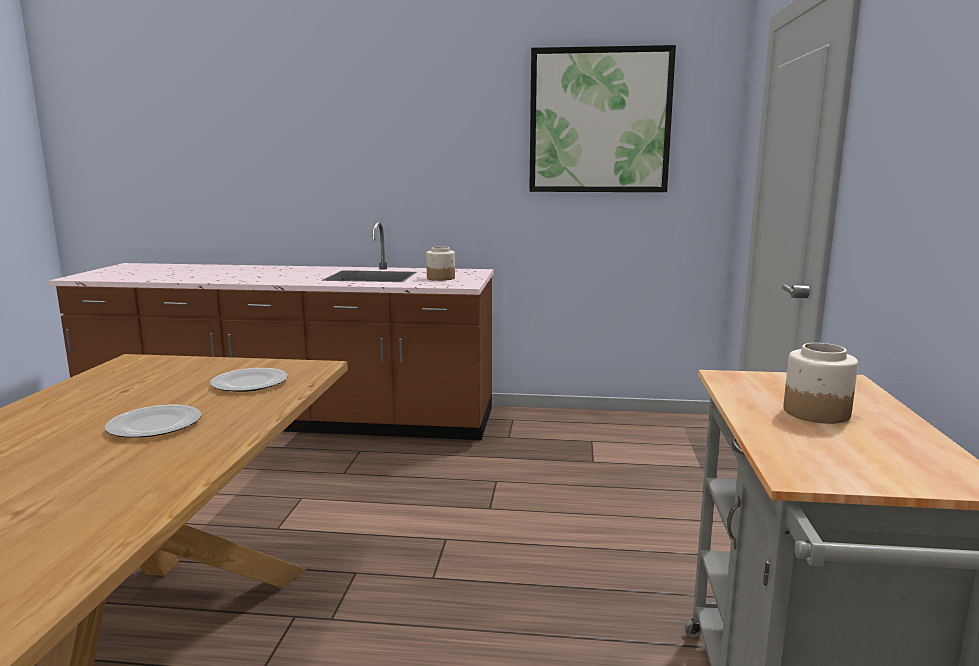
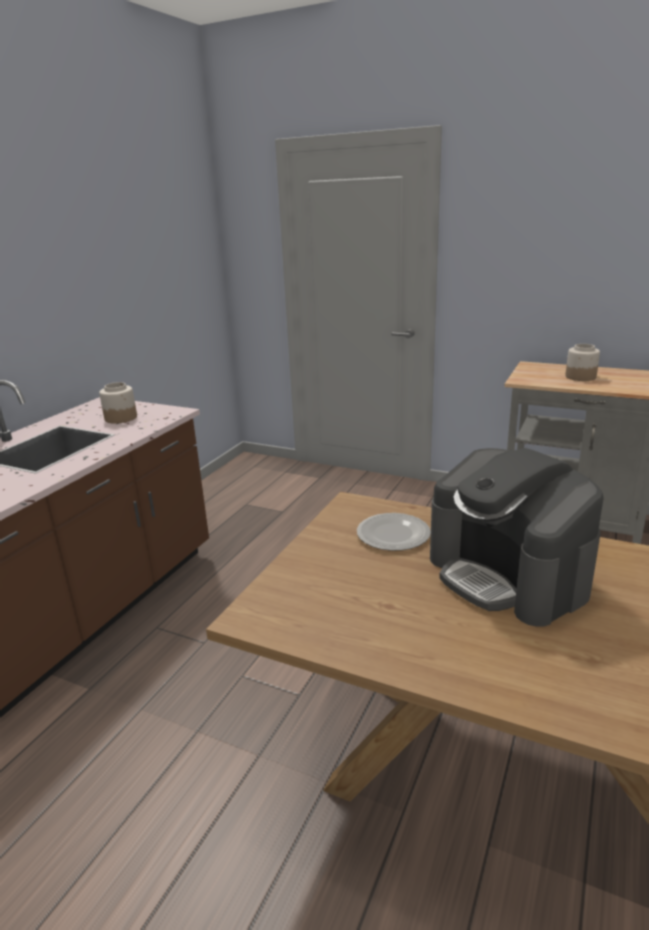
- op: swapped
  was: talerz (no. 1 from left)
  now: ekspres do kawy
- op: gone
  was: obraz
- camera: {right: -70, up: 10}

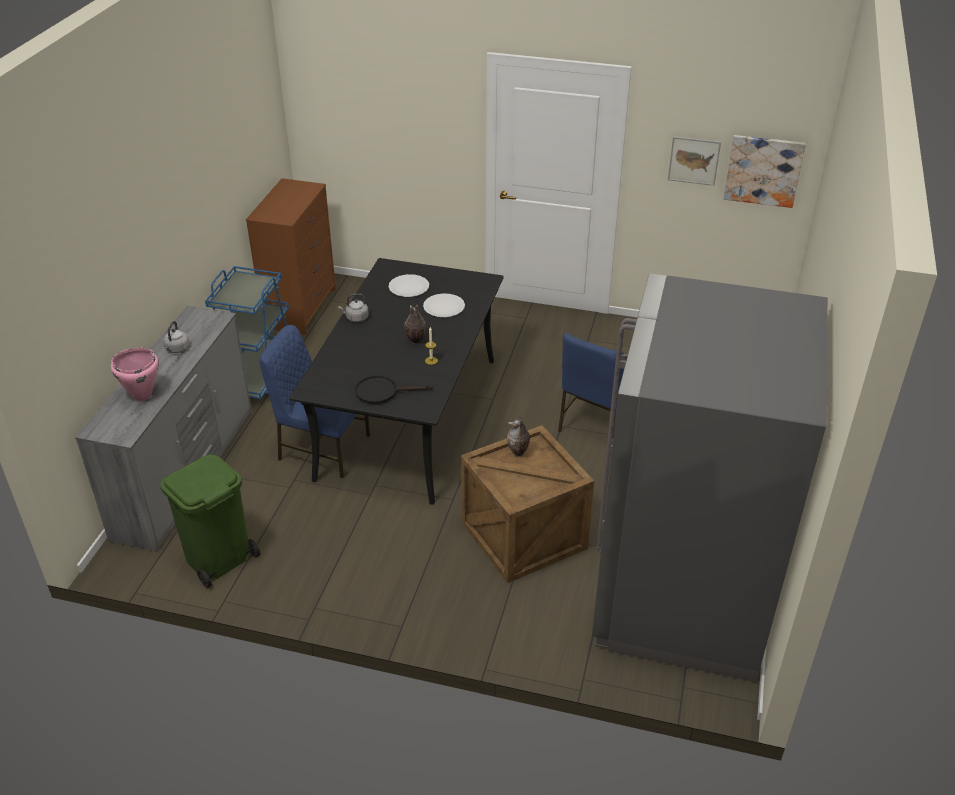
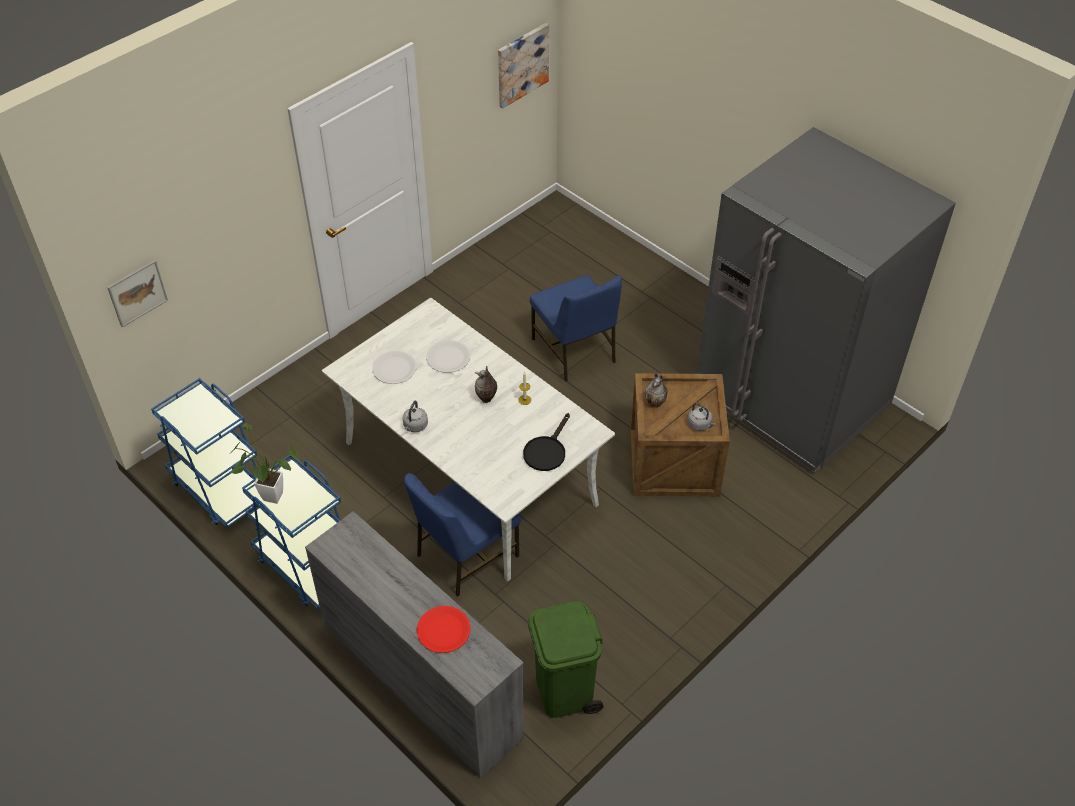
- op: shifted
  was: obraz (no. 1 from left)
- op: swapped
  was: komoda (brązowy)
  now: wózek (niebieski) (no. 1 from left)
- op: new
  now: roślina doniczkowa
- op: repainted
  was: stół jadalny (czarny)
  now: stół jadalny (biały)
- op: swapped
  was: garnek (różowy)
  now: talerz (czerwony)
- op: shifted
  was: czajnik (szary) (no. 1 from left in the first image)
  now: czajnik (szary) (no. 2 from left)
- camera: {right: -60, up: 10}

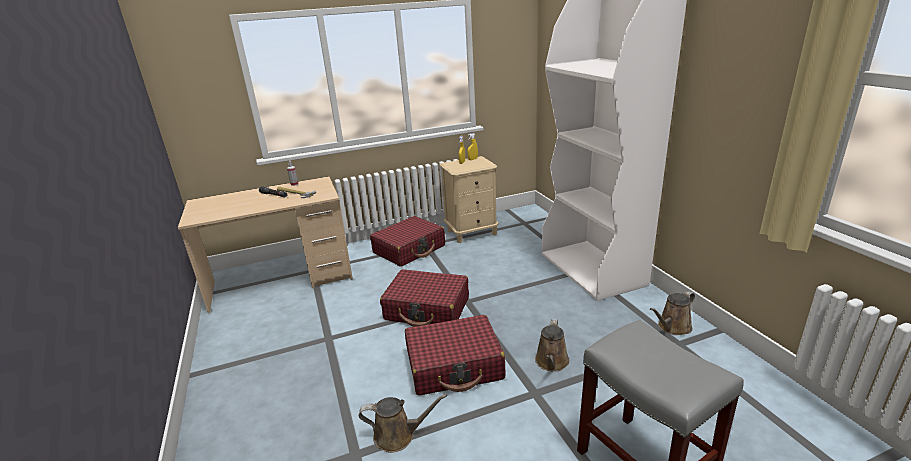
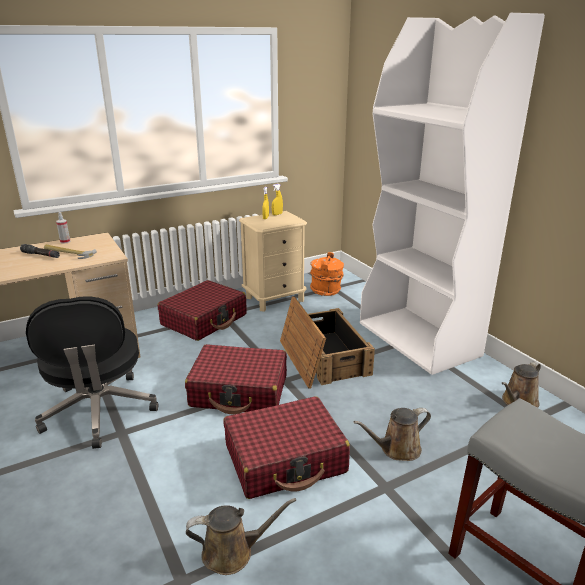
- op: new
  now: krzesło biurowe (czarny)
- op: new
  now: skrzynka
- op: new
  now: wiadro (pomarańczowy)
- op: rotated
  was: konewka (brązowy) (no. 2 from left)
  clockwise: 60
- camera: {right: -10, up: 0}

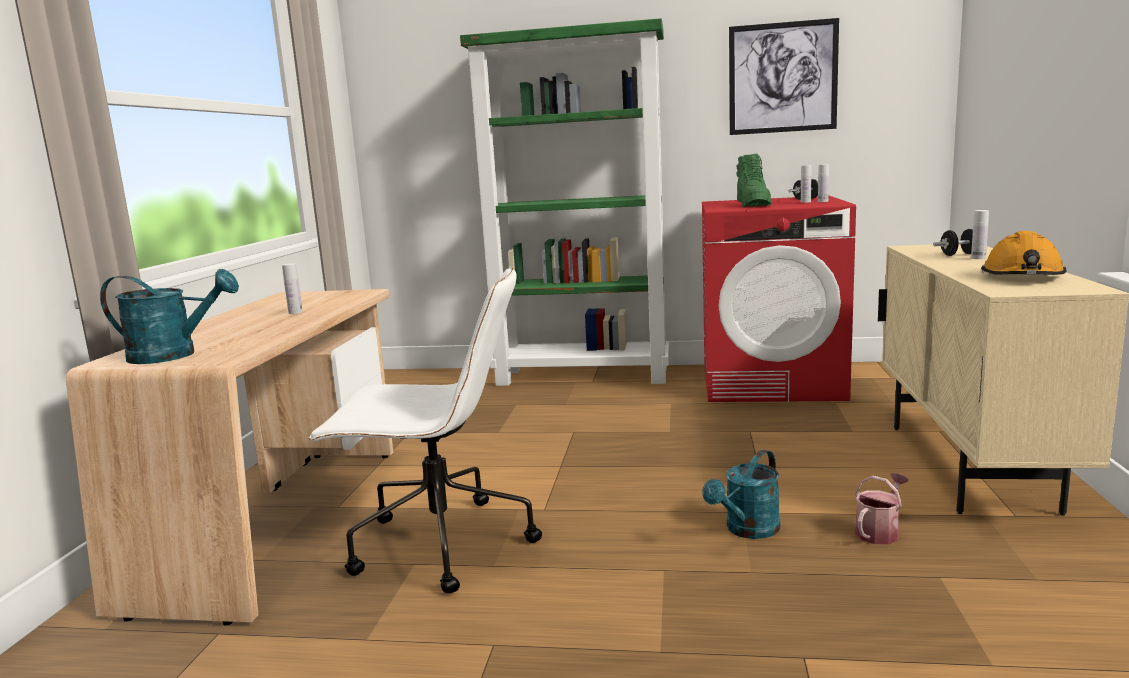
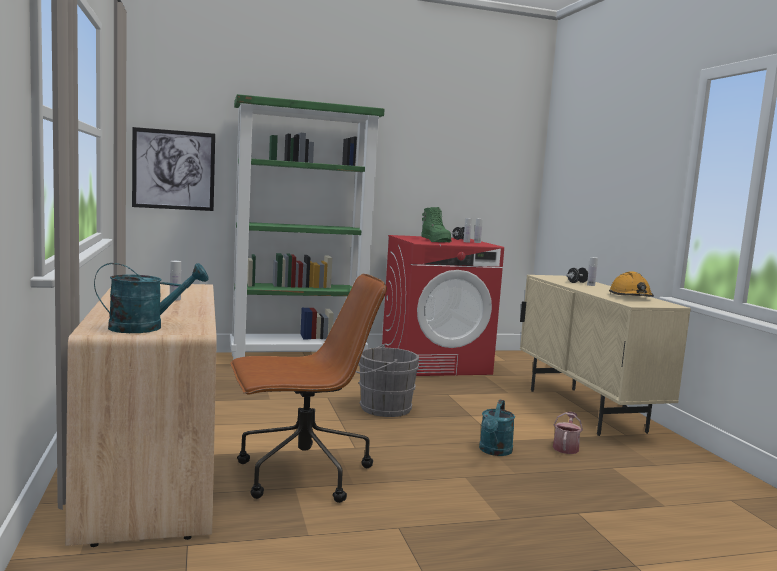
- op: shifted
  was: obraz
- op: repainted
  was: krzesło biurowe (biały)
  now: krzesło biurowe (brązowy)
- op: new
  now: wiadro (szary)
- camera: {right: -25, up: -5}

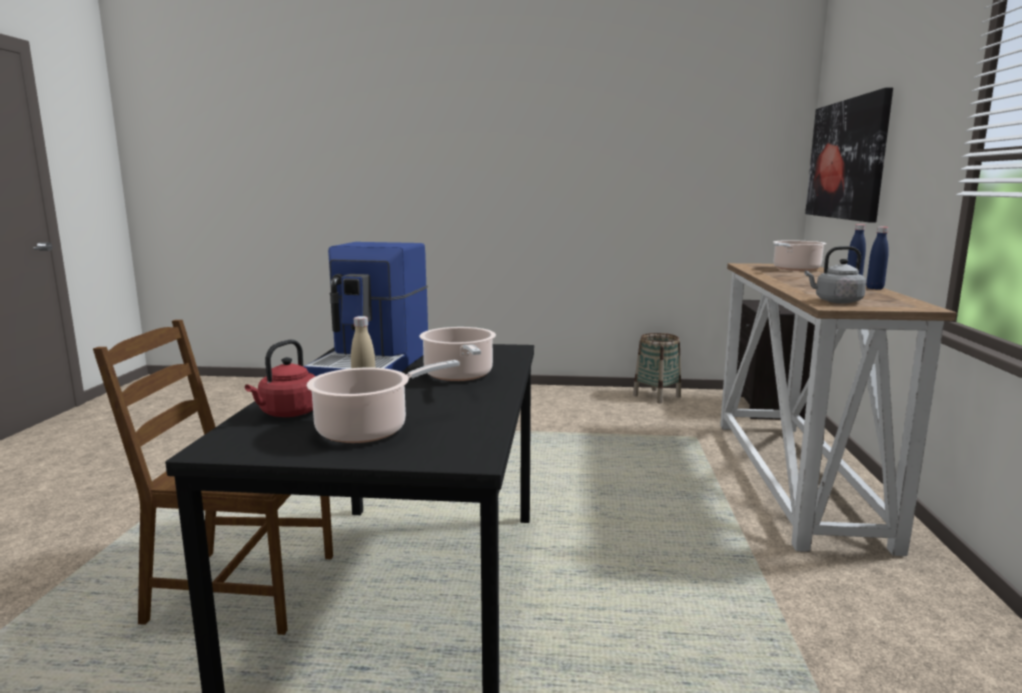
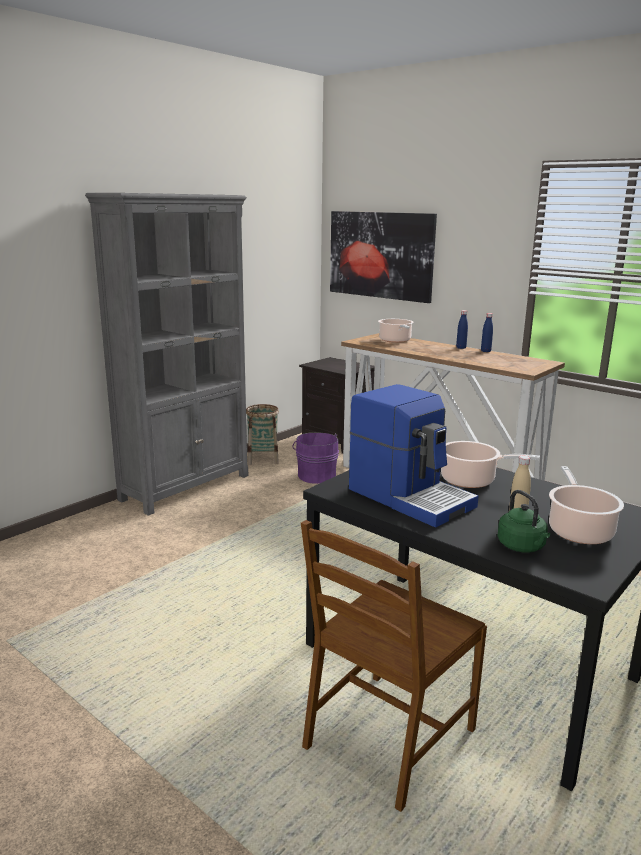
- op: new
  now: regał (szary)
- op: new
  now: wiadro (fioletowy)
- op: repainted
  was: czajnik (czerwony)
  now: czajnik (zielony)
- op: gone
  was: czajnik (szary)
- camera: {right: -55, up: 5}

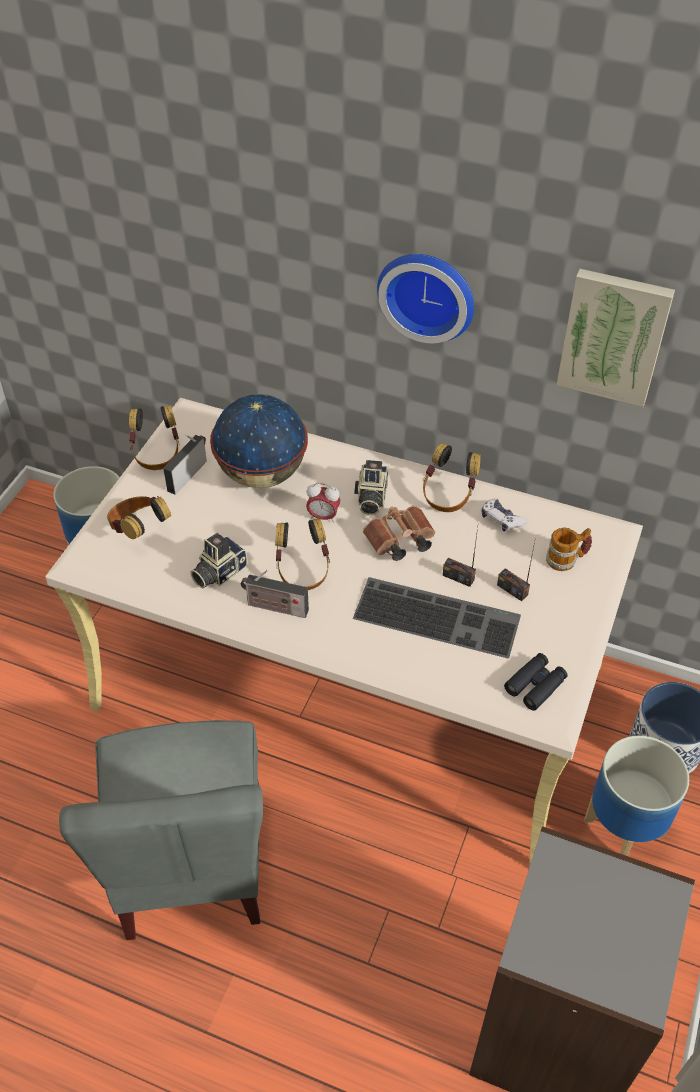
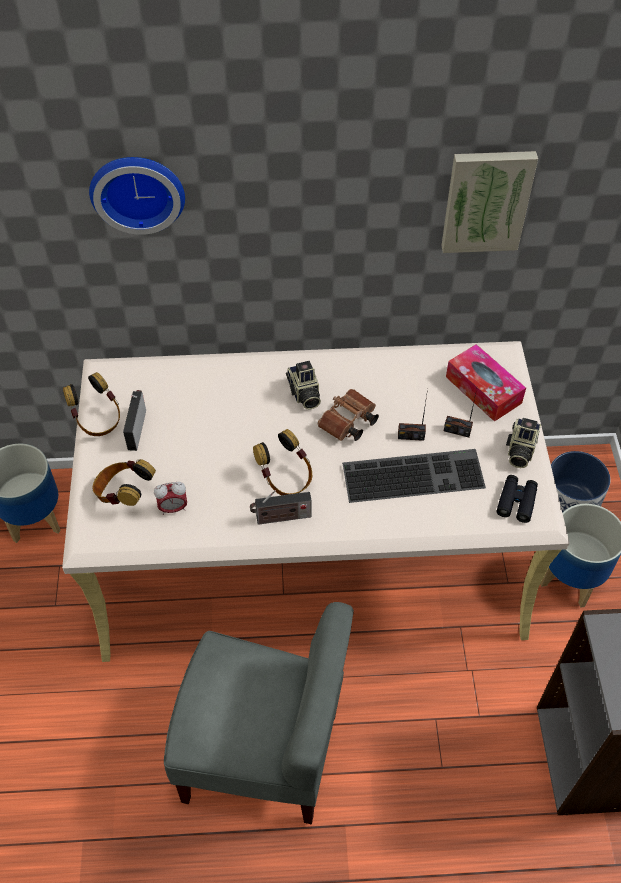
- op: shifted
  was: zegar ścienny
- op: shifted
  was: budzik
- op: rotated
  was: krzesło (szary)
  clockwise: -45
- op: swapped
  was: kubek
  now: pudełko chusteczek
- op: shifted
  was: aparat fotograficzny (no. 1 from left in the first image)
  now: aparat fotograficzny (no. 2 from left)
- op: gone
  was: globus
- op: gone
  was: słuchawki (no. 4 from left)
- op: gone
  was: pad do gier
- camera: {right: -25, up: 5}

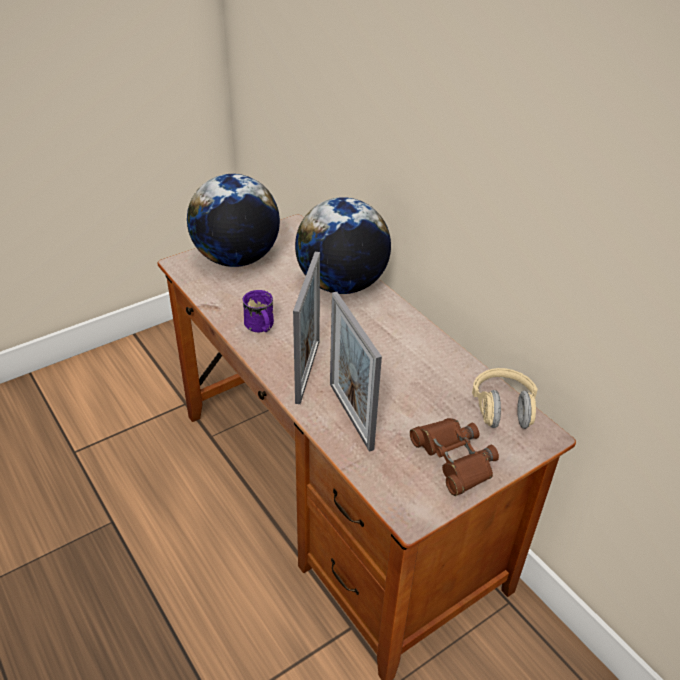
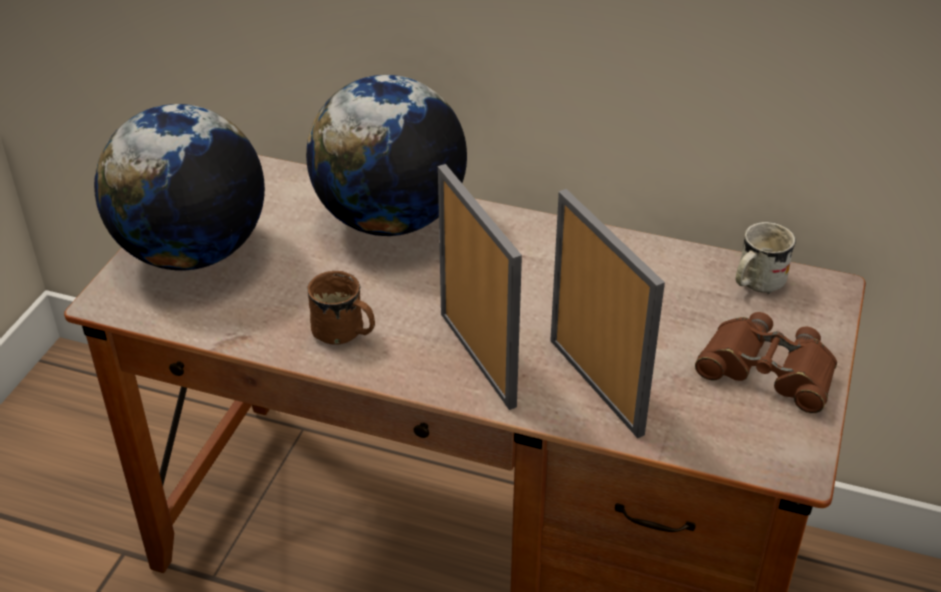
- op: repainted
  was: kubek (fioletowy)
  now: kubek (brązowy)
- op: rotated
  was: ramka na zdjęcie (no. 2 from left)
  clockwise: -150
- op: swapped
  was: słuchawki (beżowy)
  now: kubek (biały)
- camera: {right: -35, up: 0}

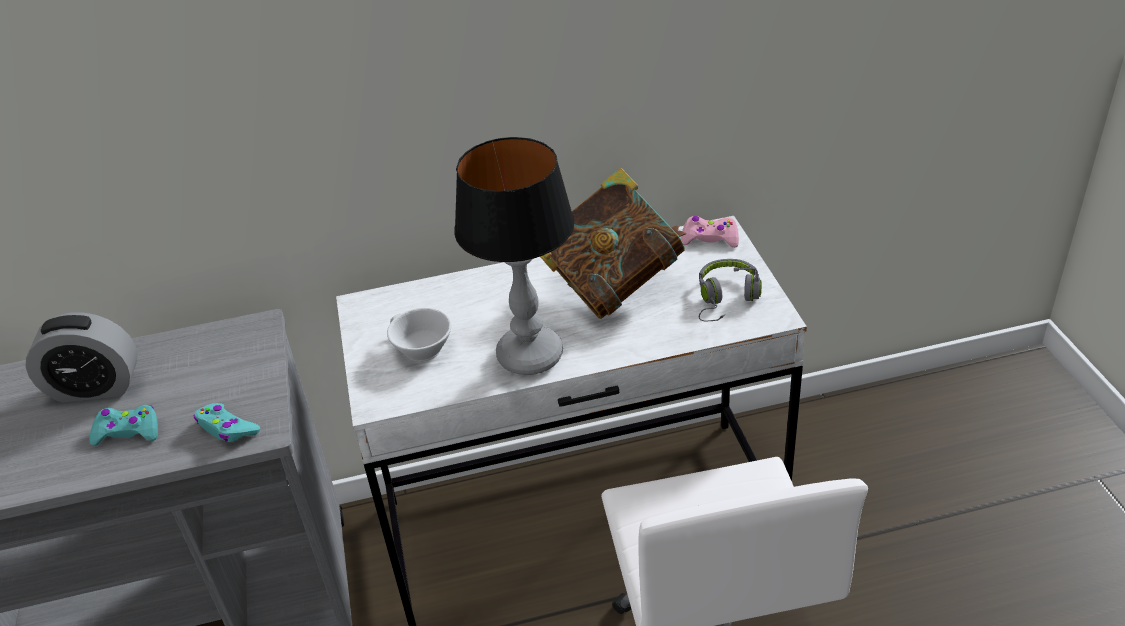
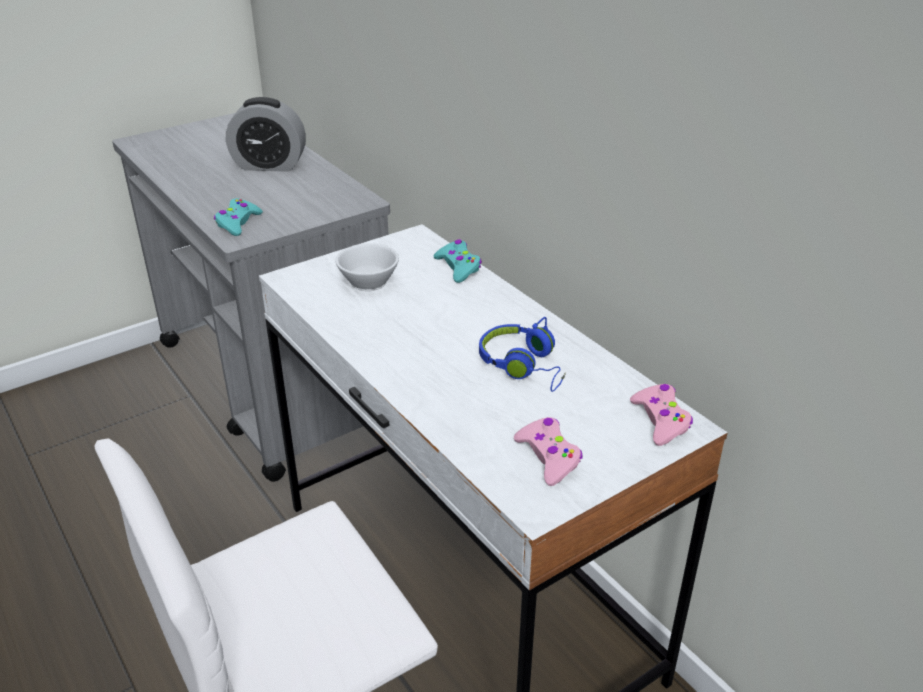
- op: rotated
  was: budzik
  clockwise: -60
- op: shifted
  was: pad do gier (turkusowy) (no. 1 from left in the first image)
  now: pad do gier (turkusowy) (no. 2 from left)
- op: swapped
  was: książka
  now: słuchawki (niebieski)
- op: swapped
  was: słuchawki (szary)
  now: pad do gier (różowy) (no. 1 from left)
- op: gone
  was: lampa stołowa
- camera: {right: 65, up: -5}

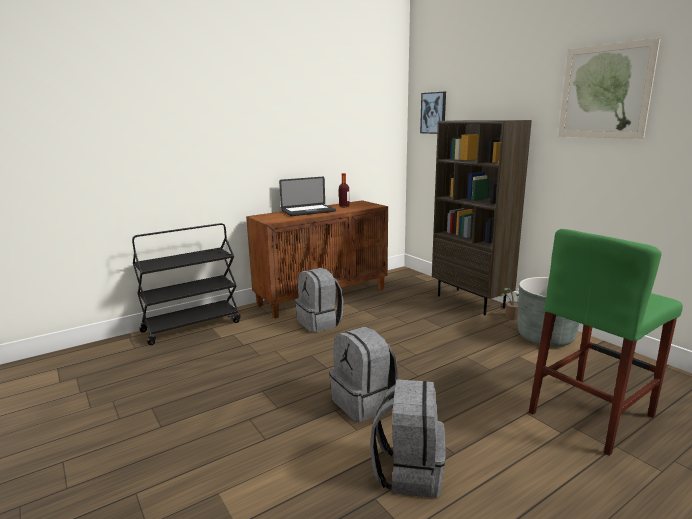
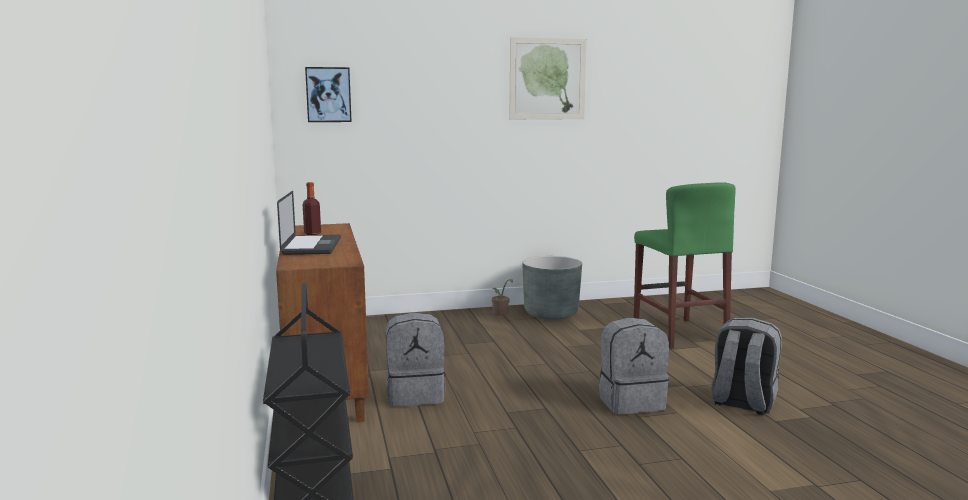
- op: gone
  was: regał (brązowy)
- camera: {right: -70, up: -5}

